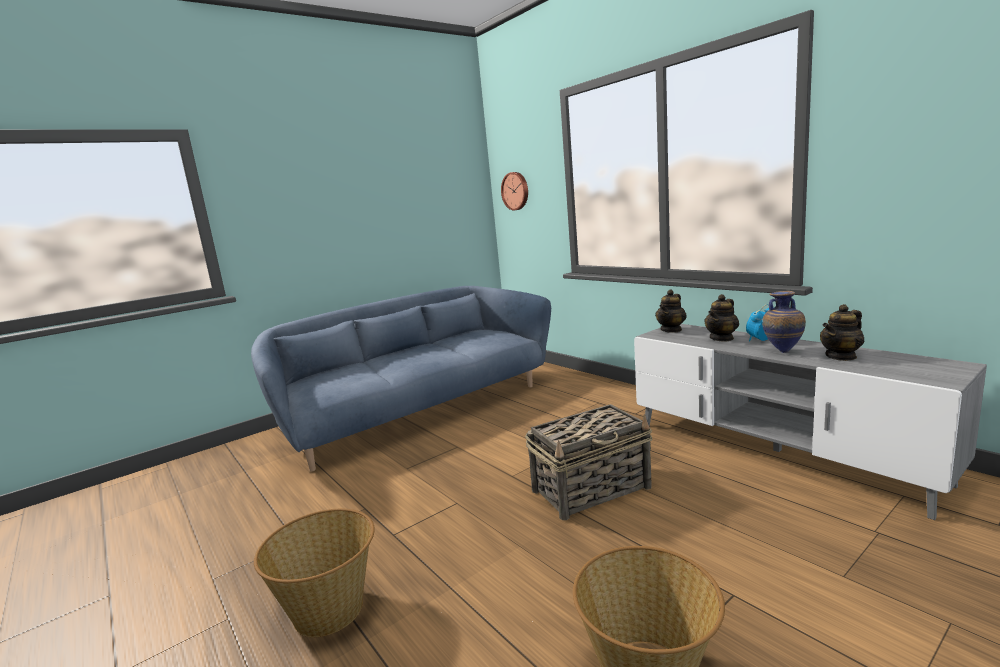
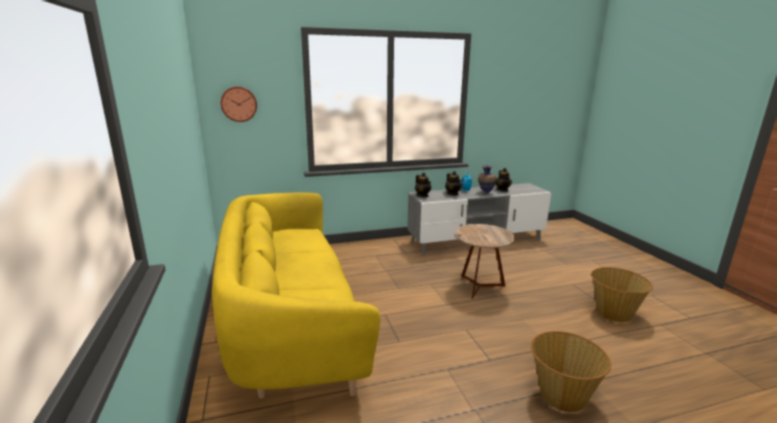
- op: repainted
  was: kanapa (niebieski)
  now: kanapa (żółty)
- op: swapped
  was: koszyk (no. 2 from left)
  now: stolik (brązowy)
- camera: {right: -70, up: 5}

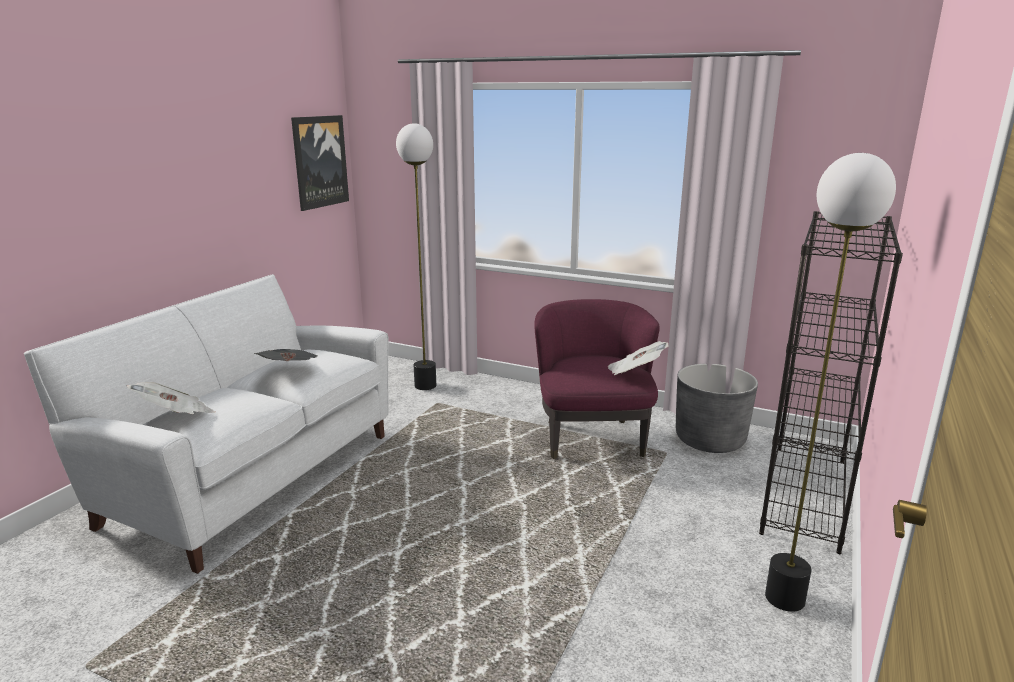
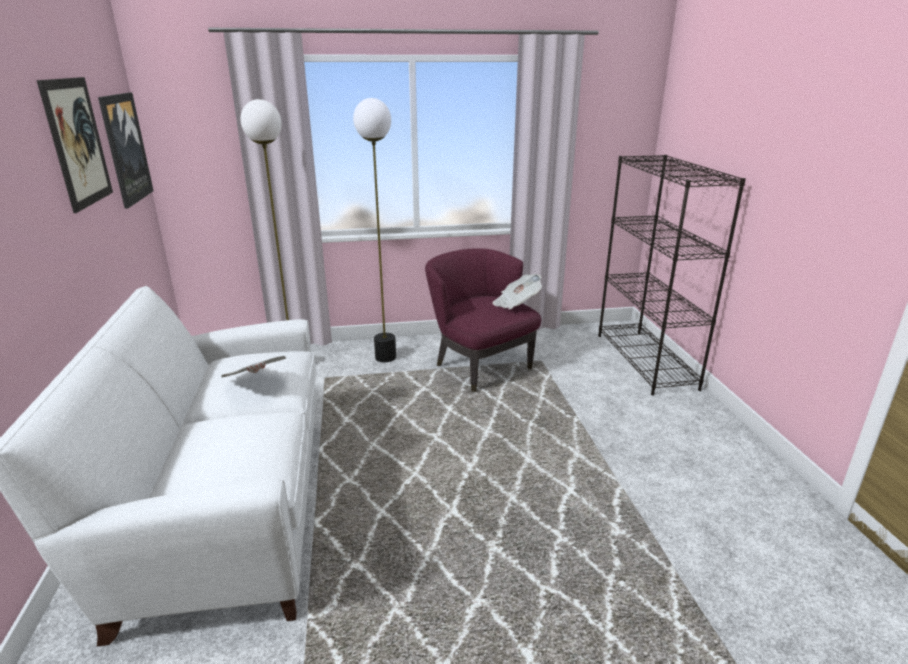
- op: new
  now: obraz (no. 1 from left)
- op: shifted
  was: lampa stojąca (no. 2 from left)
- op: gone
  was: gazeta (no. 1 from left)
- op: gone
  was: donica (szary)
- camera: {right: -35, up: 5}

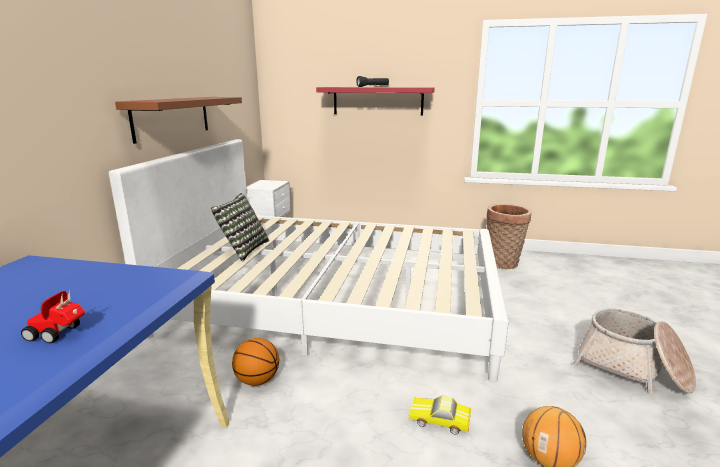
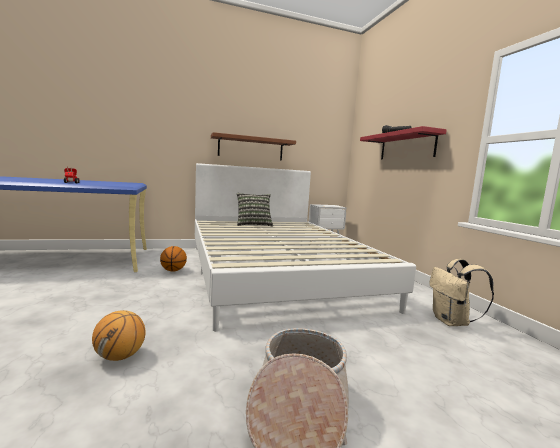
- op: swapped
  was: koszyk (no. 1 from left)
  now: plecak (beżowy)
- op: gone
  was: samochodzik (no. 2 from left)
- camera: {right: 60, up: -10}

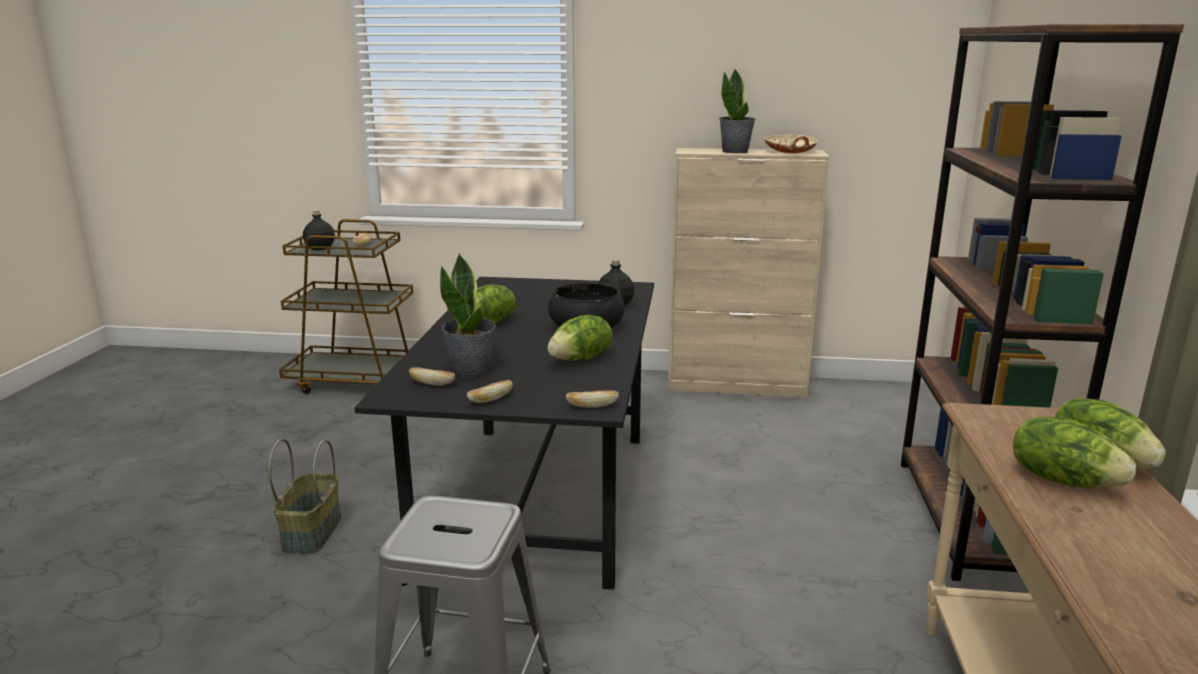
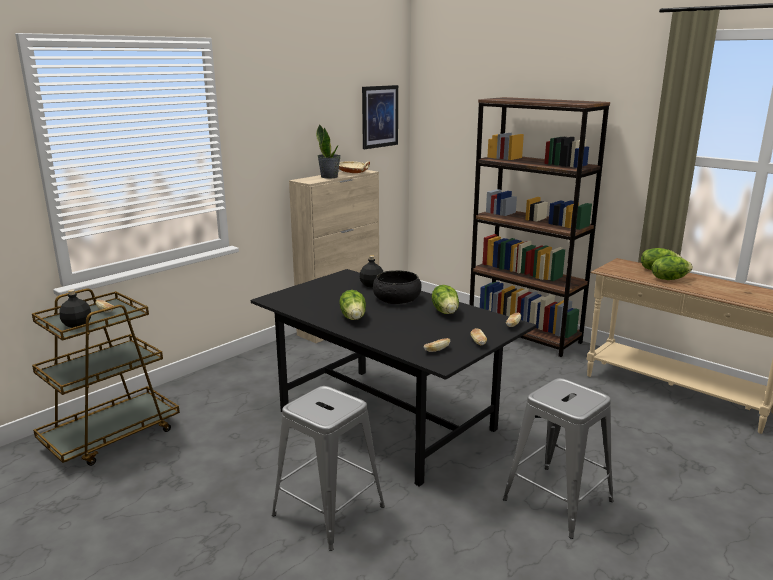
- op: swapped
  was: koszyk
  now: stołek (szary) (no. 1 from left)
- op: new
  now: obraz
- op: gone
  was: roślina doniczkowa (no. 1 from left)
- camera: {right: -55, up: 0}

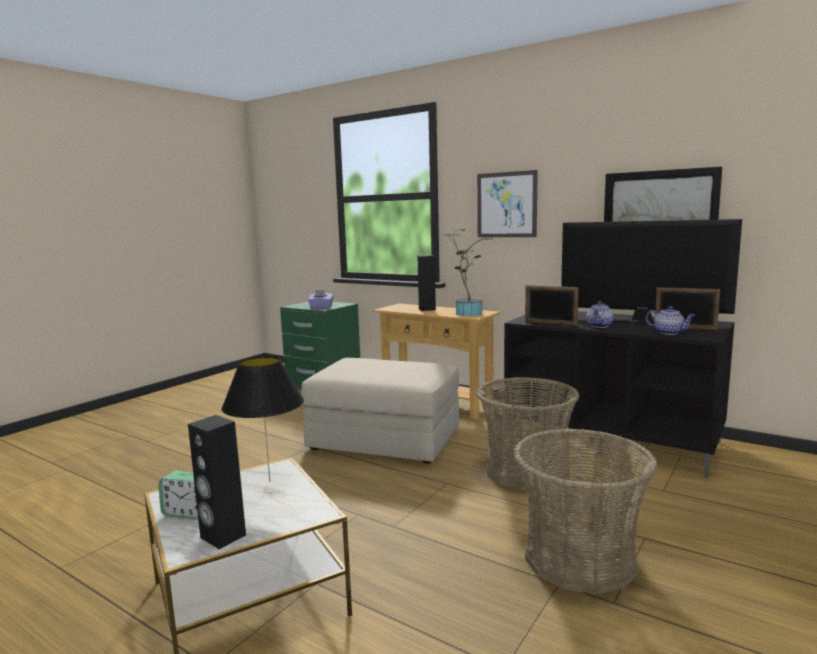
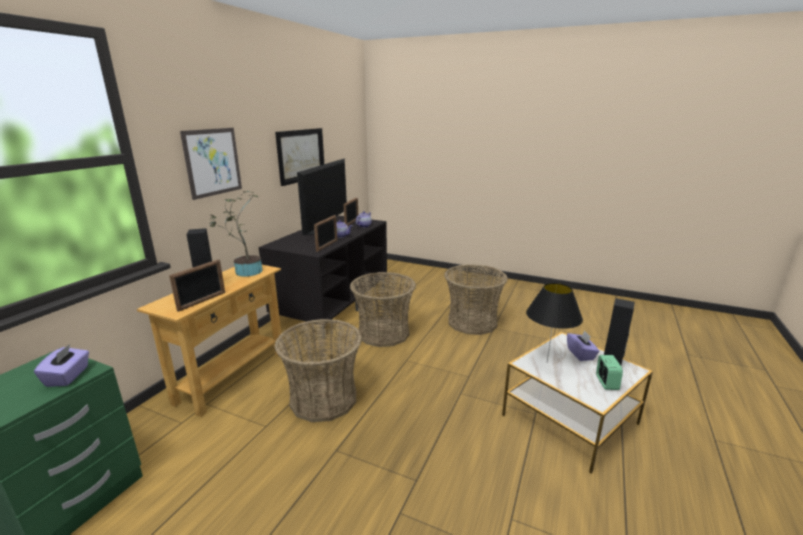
- op: new
  now: ramka na zdjęcie (no. 1 from left)
- op: swapped
  was: pufa (beżowy)
  now: koszyk (no. 1 from left)
- op: new
  now: pudełko chusteczek (fioletowy) (no. 2 from left)
- camera: {right: -100, up: 10}

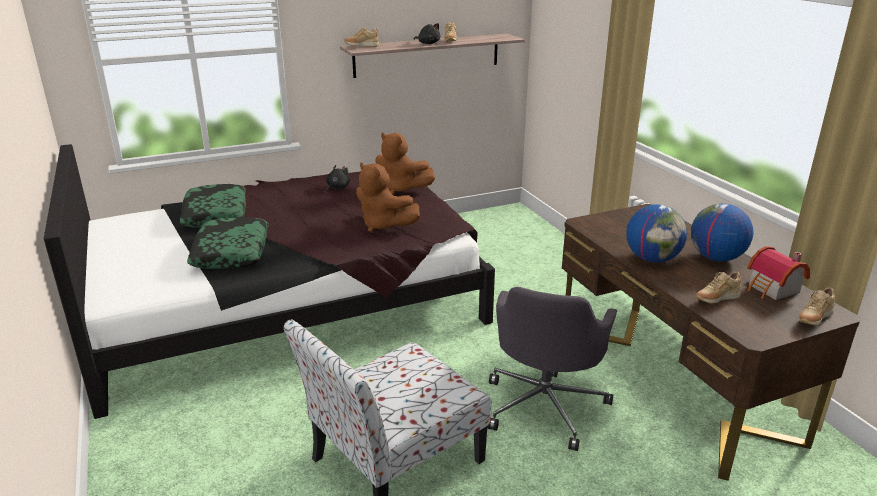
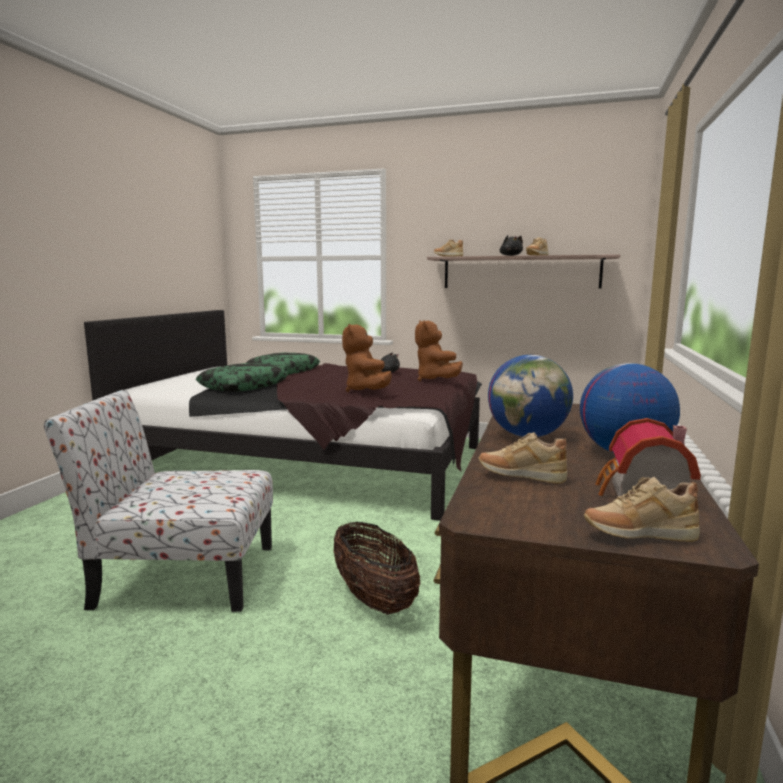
- op: swapped
  was: krzesło biurowe (szary)
  now: koszyk
- camera: {right: 40, up: -15}

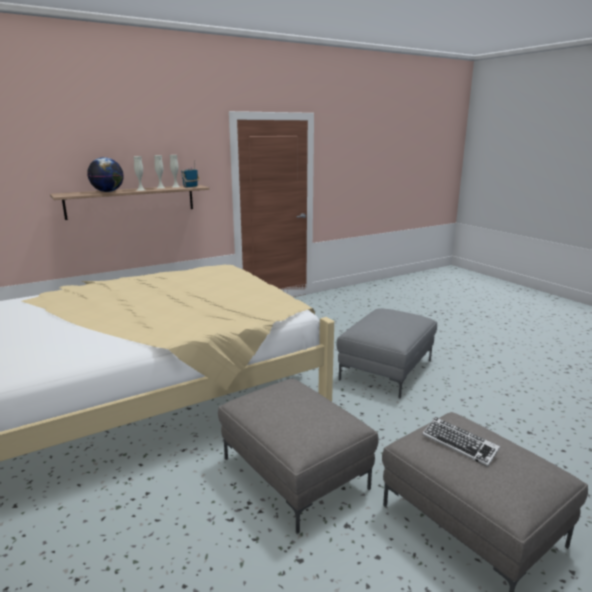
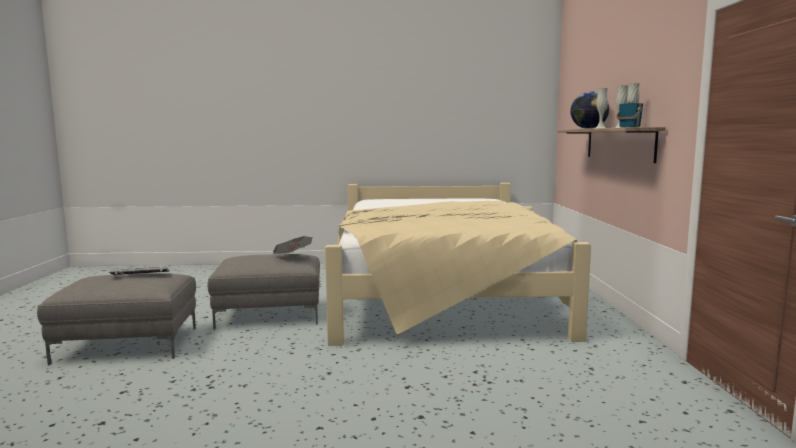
- op: new
  now: gazeta
- op: gone
  was: pufa (szary) (no. 2 from left)
- camera: {right: 120, up: -10}

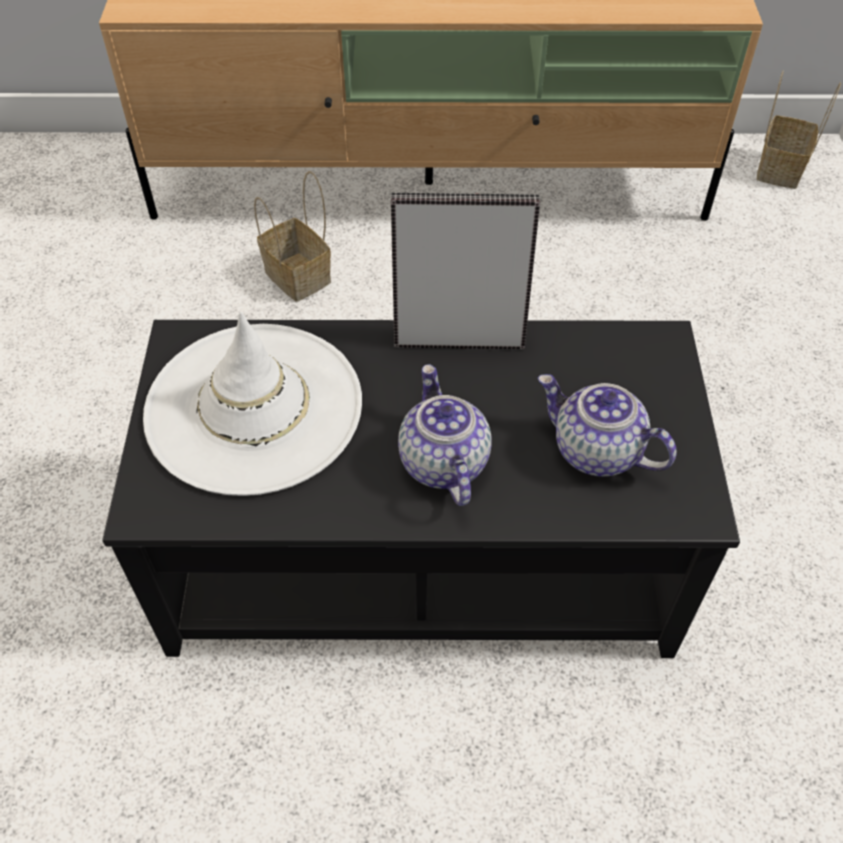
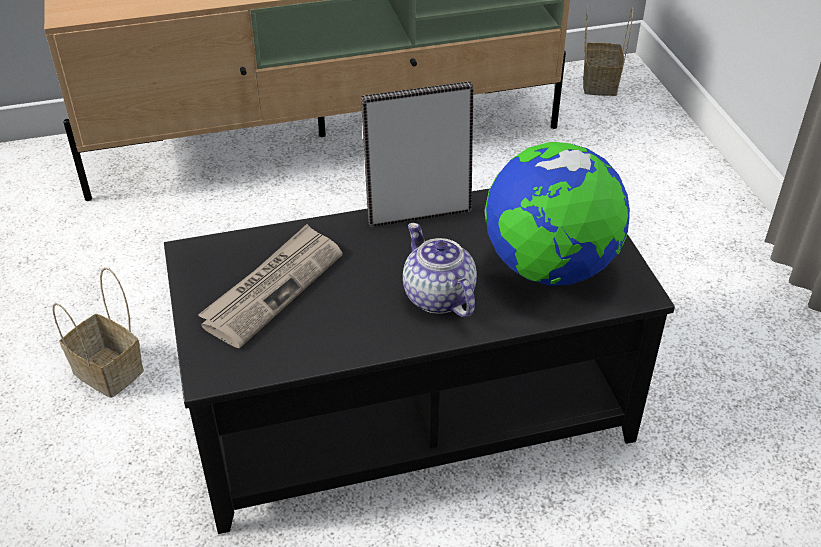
- op: shifted
  was: koszyk (no. 1 from left)
- op: swapped
  was: kapelusz (biały)
  now: gazeta
- op: swapped
  was: imbryk (no. 2 from left)
  now: globus
- camera: {right: -15, up: -10}

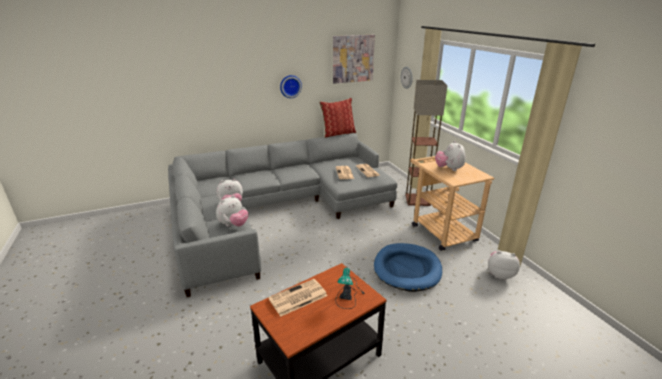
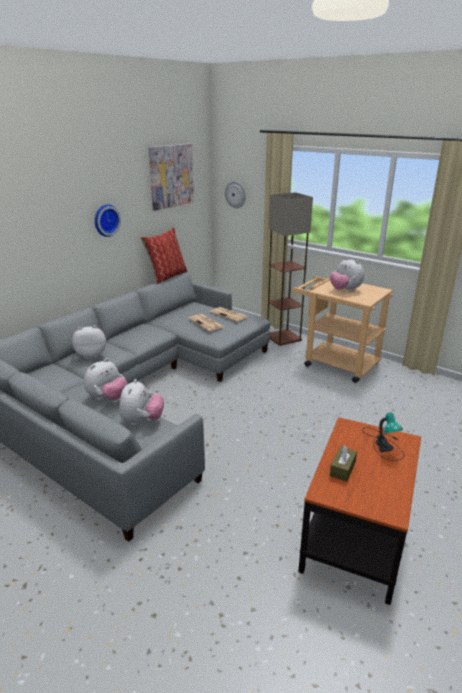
- op: shifted
  was: pluszak (no. 4 from left in the first image)
  now: pluszak (no. 1 from left)
- op: swapped
  was: gazeta (no. 1 from left)
  now: pudełko chusteczek (brązowy)
- op: gone
  was: legowisko (niebieski)
- camera: {right: -30, up: 0}

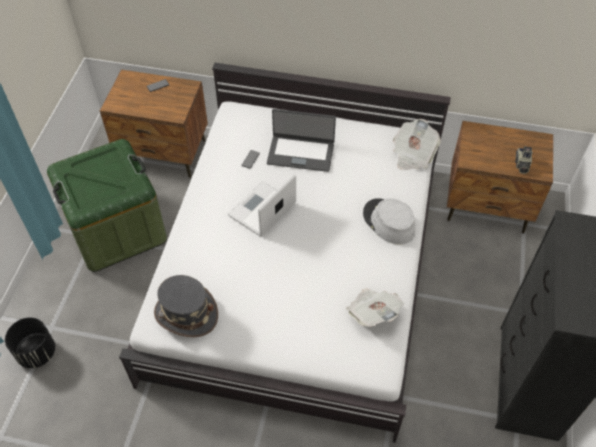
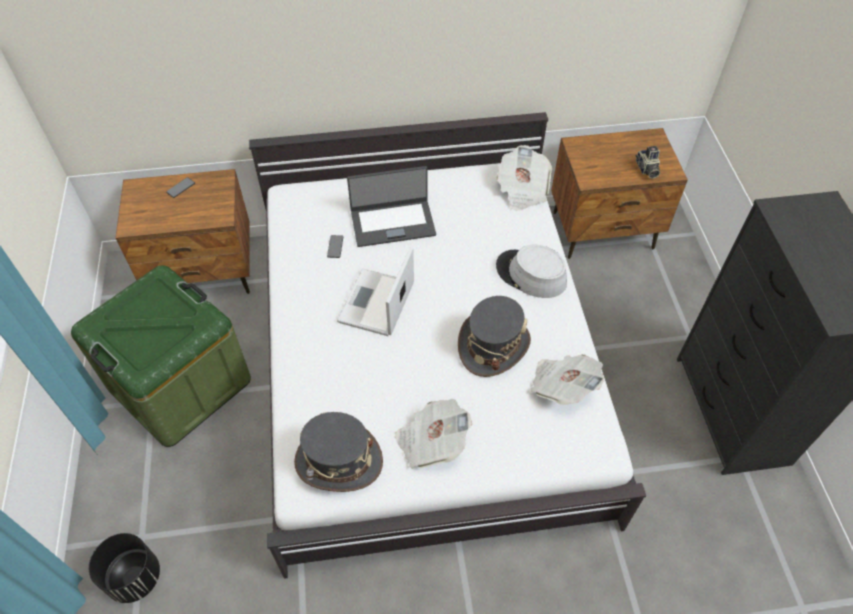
- op: new
  now: gazeta (no. 1 from left)
- op: new
  now: kapelusz (szary) (no. 2 from left)
- camera: {right: -20, up: 0}

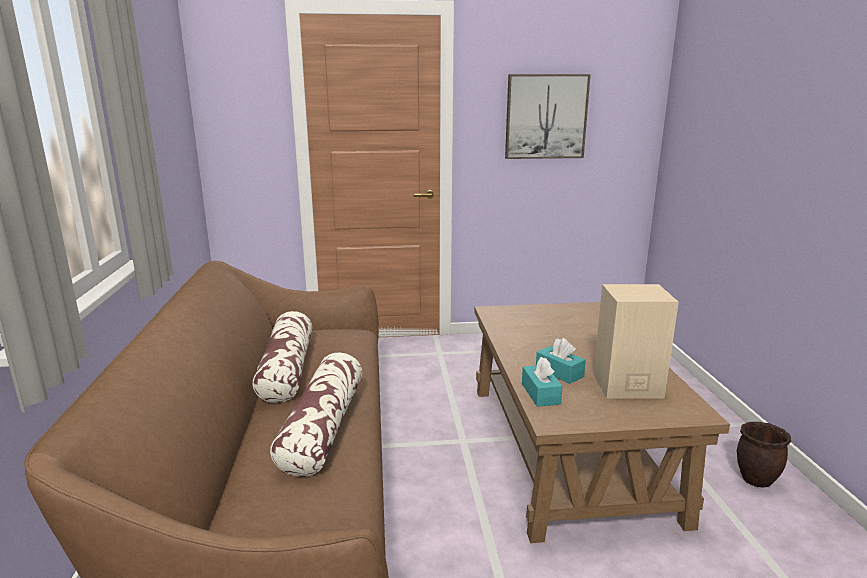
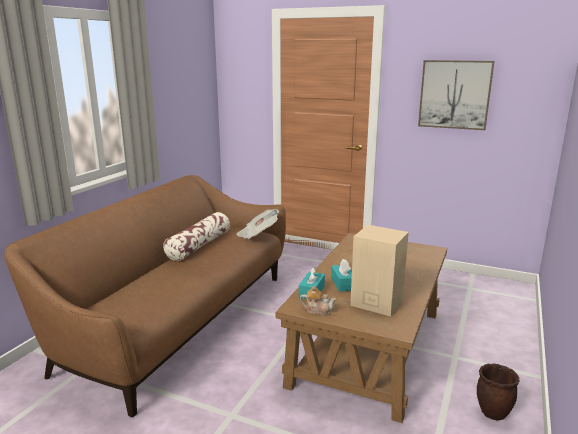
- op: new
  now: gazeta
- op: new
  now: imbryk
- op: gone
  was: poduszka (no. 2 from left)
- camera: {right: 30, up: 0}

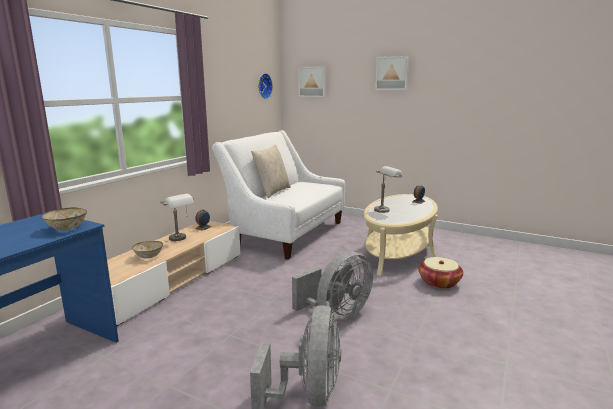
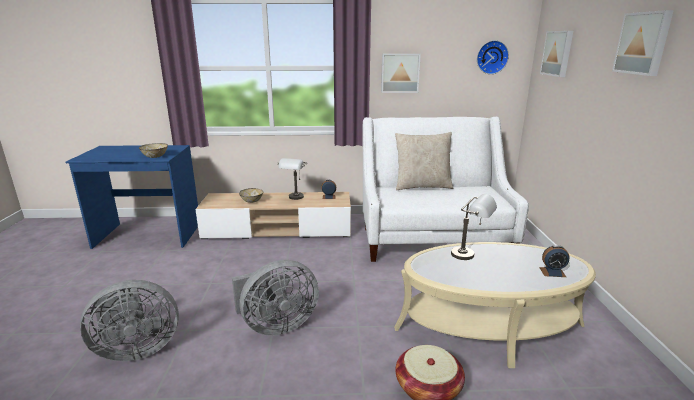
- op: rotated
  was: wentylator (szary) (no. 2 from left)
  clockwise: -45
- op: new
  now: obraz (no. 1 from left)
- camera: {right: 60, up: 5}

